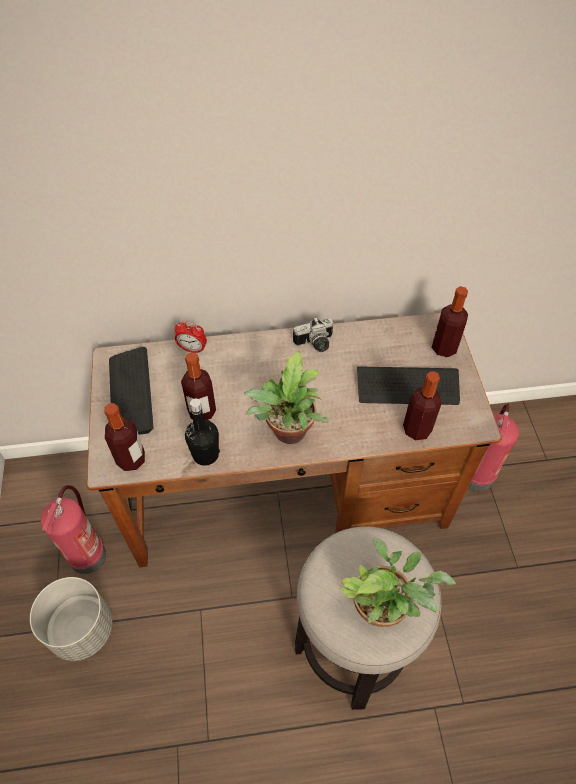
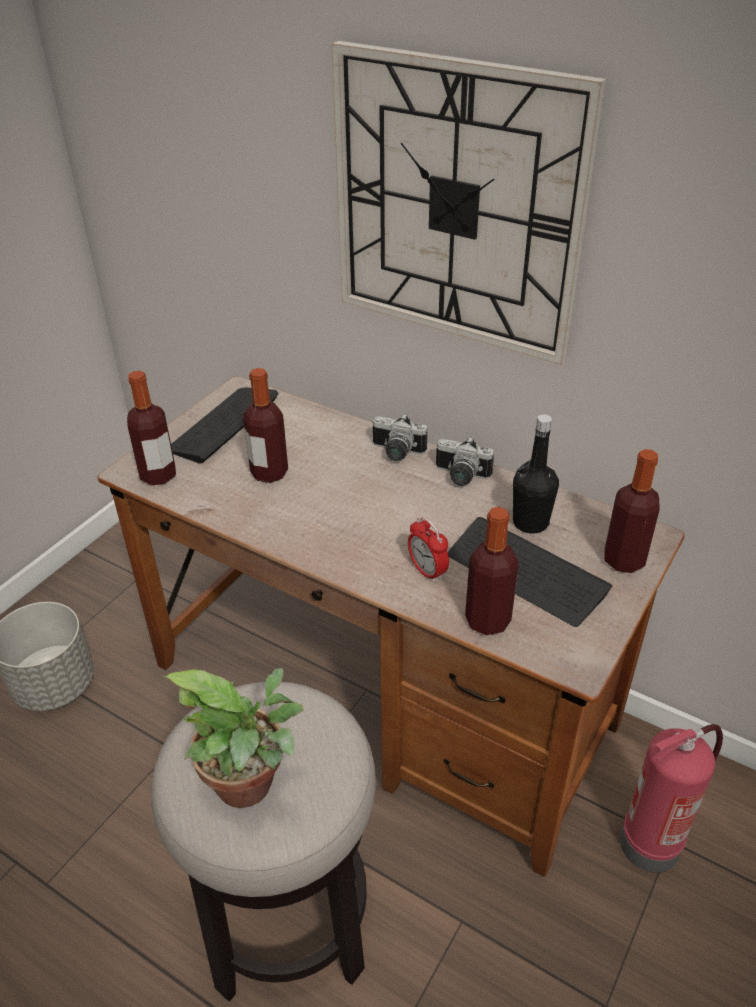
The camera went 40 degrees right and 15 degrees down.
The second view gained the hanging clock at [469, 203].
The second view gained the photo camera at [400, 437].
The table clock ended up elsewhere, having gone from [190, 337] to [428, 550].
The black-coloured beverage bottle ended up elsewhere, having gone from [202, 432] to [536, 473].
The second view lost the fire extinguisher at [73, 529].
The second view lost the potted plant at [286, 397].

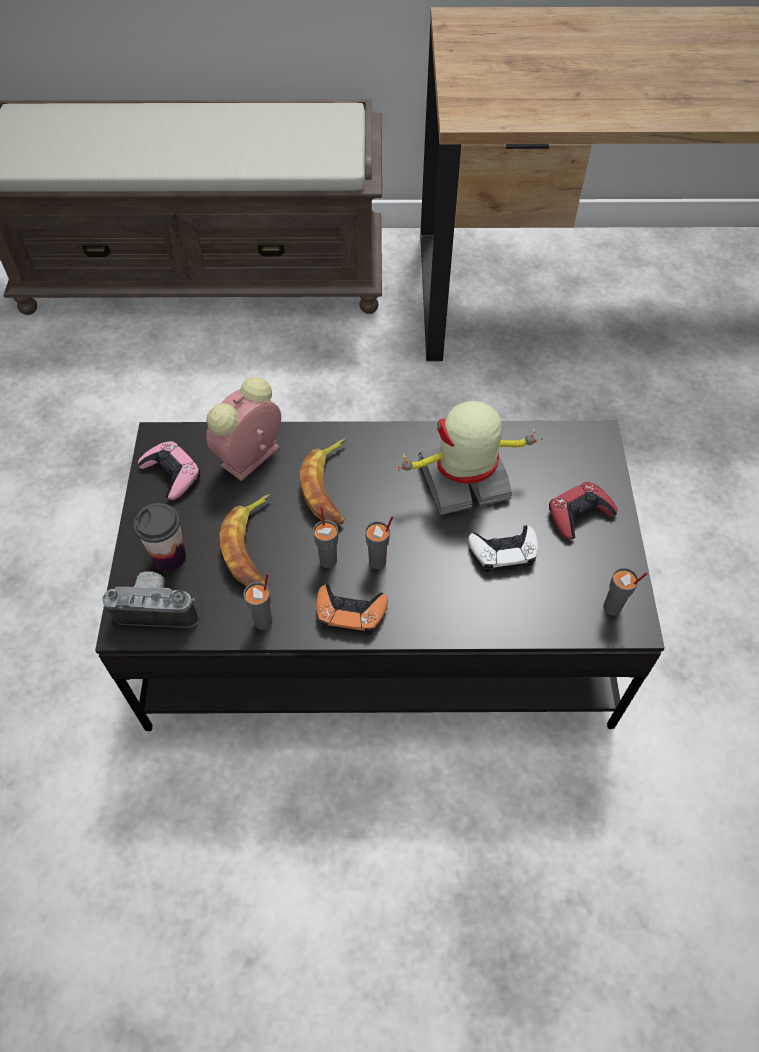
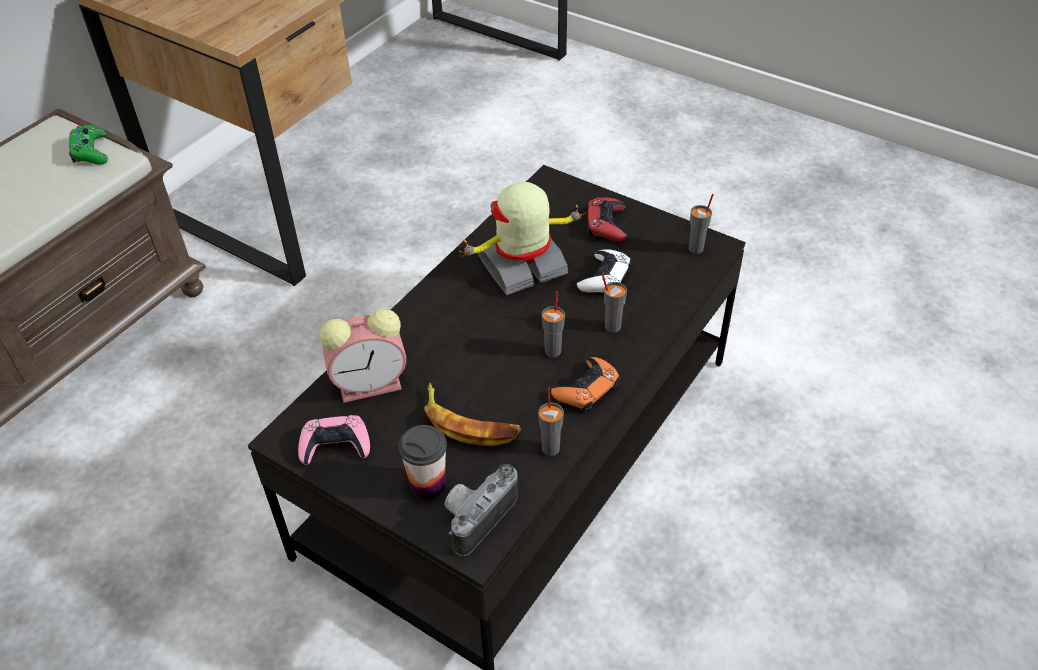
The camera went 55 degrees left and 10 degrees down.
The second view gained the green-coloured game controller at [88, 145].
The table clock at [243, 429] ended up facing another way, 90 degrees counterclockwise from before.
The toy robot at [469, 458] ended up facing another way, 45 degrees clockwise from before.
The greyish small cup ended up elsewhere, having gone from [325, 537] to [614, 303].
The second view lost the whole banana at [323, 482].

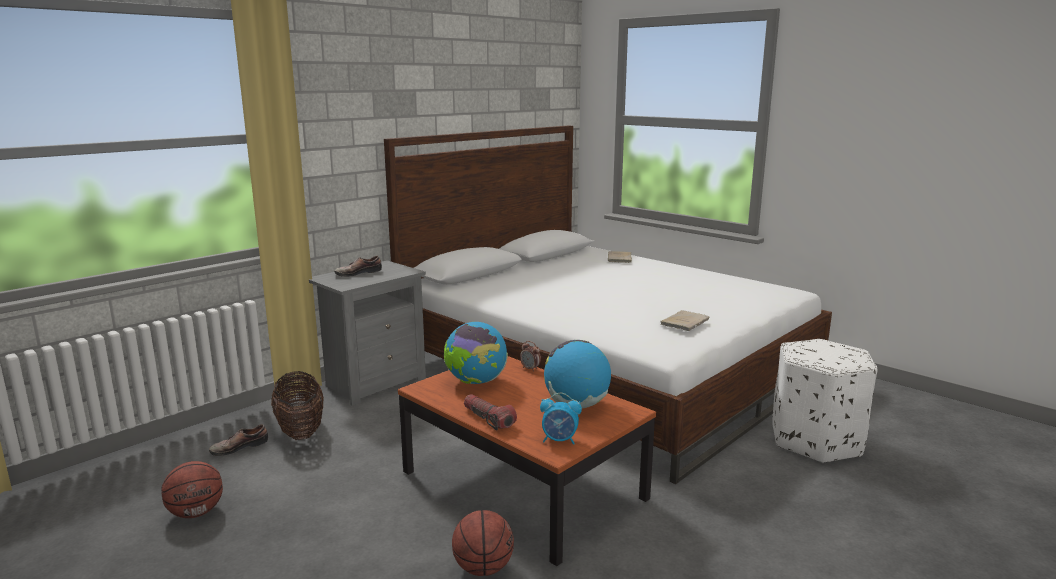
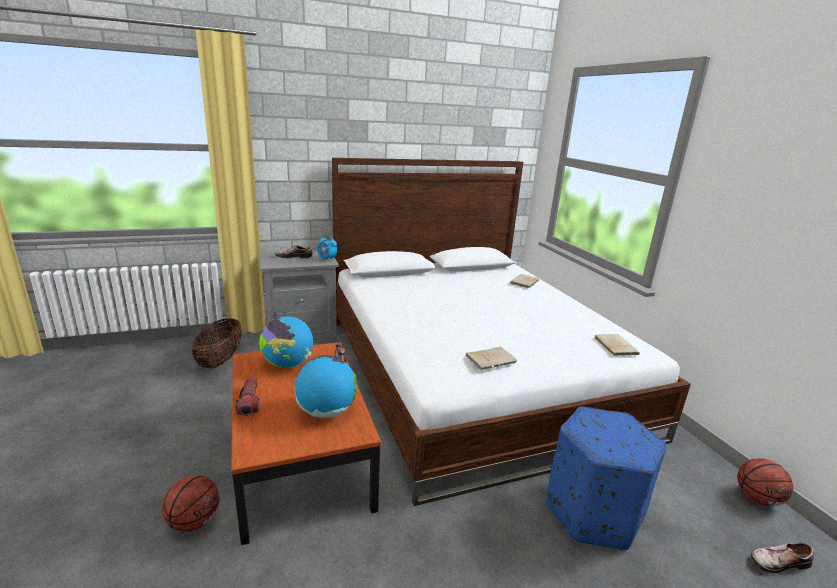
The camera went 25 degrees right and 5 degrees up.
The table clock ended up elsewhere, having gone from [561, 419] to [327, 248].
What was the whitish ottoman at [825, 401] turned into the blue ottoman at [606, 478].
The second view gained the beige-coloured bound book at [617, 345].
The basketball ball ended up elsewhere, having gone from [192, 489] to [765, 482].
The low shoe ended up elsewhere, having gone from [238, 440] to [782, 557].

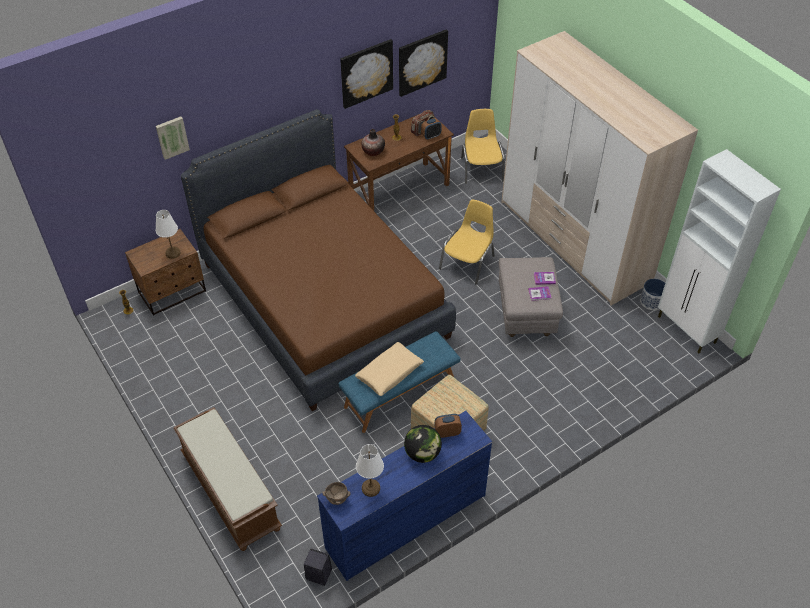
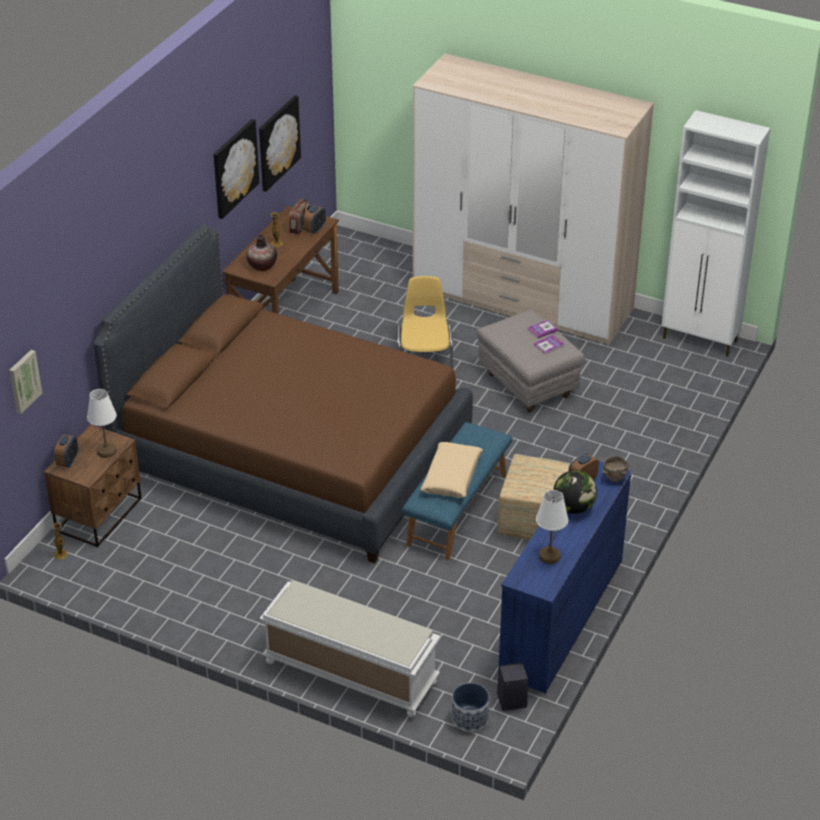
The camera went 30 degrees left and 10 degrees down.
The picture ended up elsewhere, having gone from [173, 138] to [25, 382].
The second view gained the table clock at [66, 451].
What was the brown-coloured bench at [227, 479] turned into the whitish bench at [350, 649].
The plant pot ended up elsewhere, having gone from [652, 294] to [470, 707].
The brown-coloured deep dish ended up elsewhere, having gone from [336, 493] to [615, 469].
The second view lost the yellow-coloured upright chair at [483, 146].

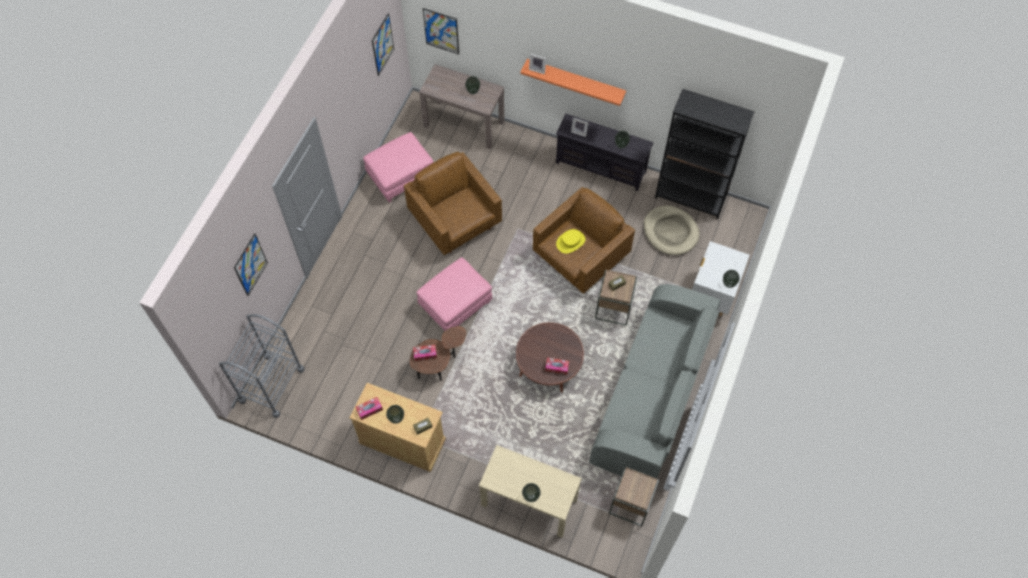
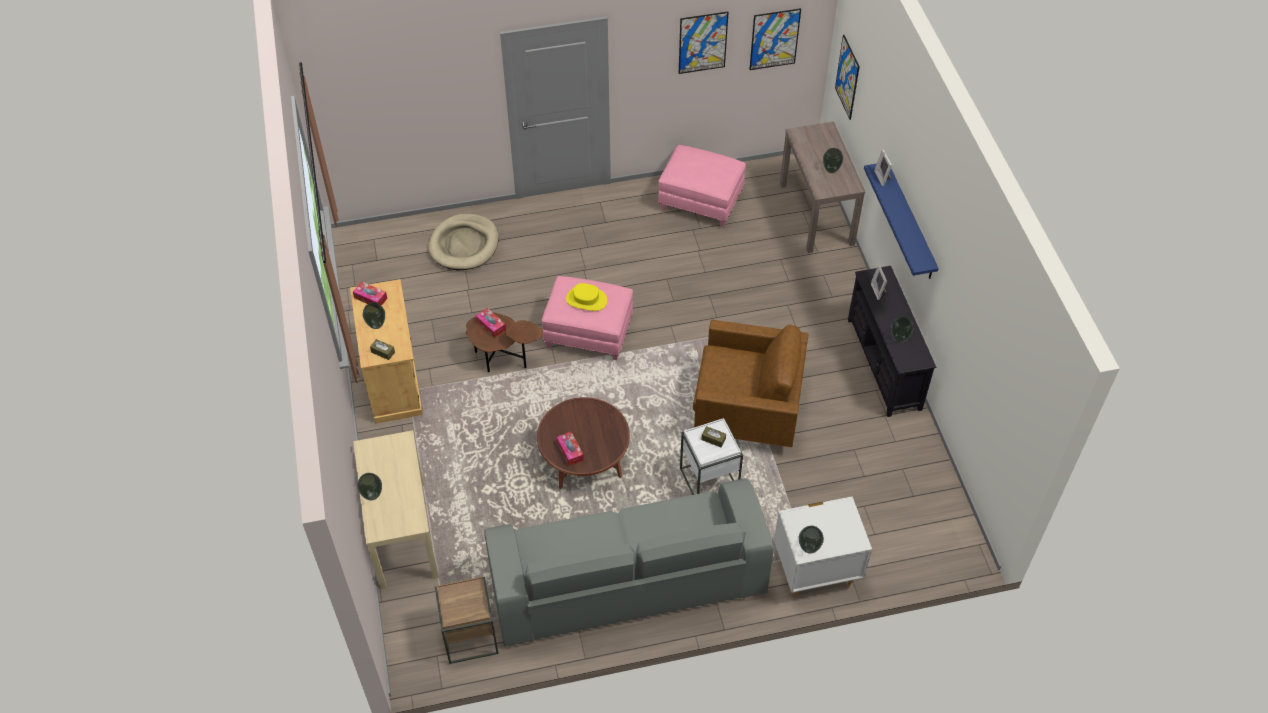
The camera went 55 degrees right and 10 degrees down.
The beige-coloured dog cushion ended up elsewhere, having gone from [671, 230] to [463, 242].
The yellow-coloured clothing hat ended up elsewhere, having gone from [571, 241] to [586, 297].
The picture ended up elsewhere, having gone from [251, 264] to [704, 43].
What was the brown-coloured end table at [616, 298] turned into the whitish end table at [711, 456].
What was the orangey shelf at [573, 82] turned into the blue shelf at [901, 221].
The second view lost the greyish wheeled cart at [262, 366].
The second view lost the brown-coloured easy chair at [453, 203].
The second view lost the black-coloured bookshelf at [705, 154].

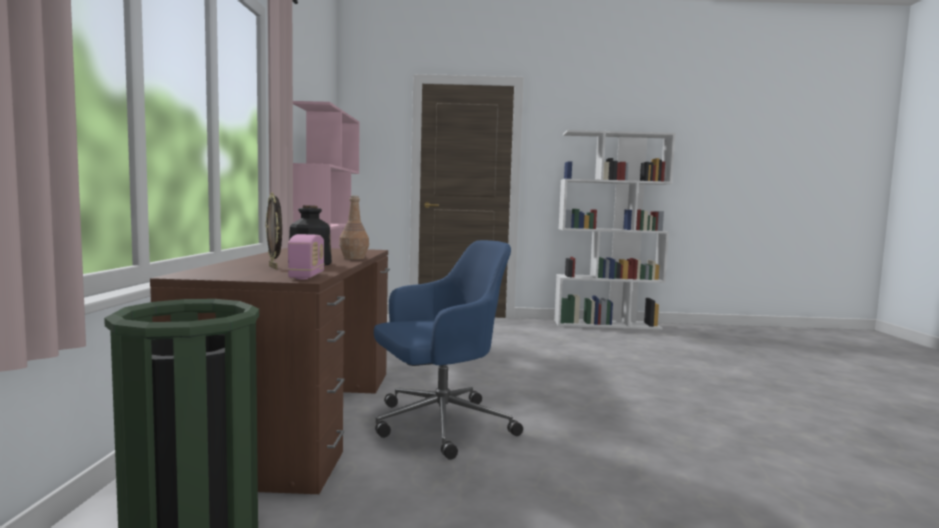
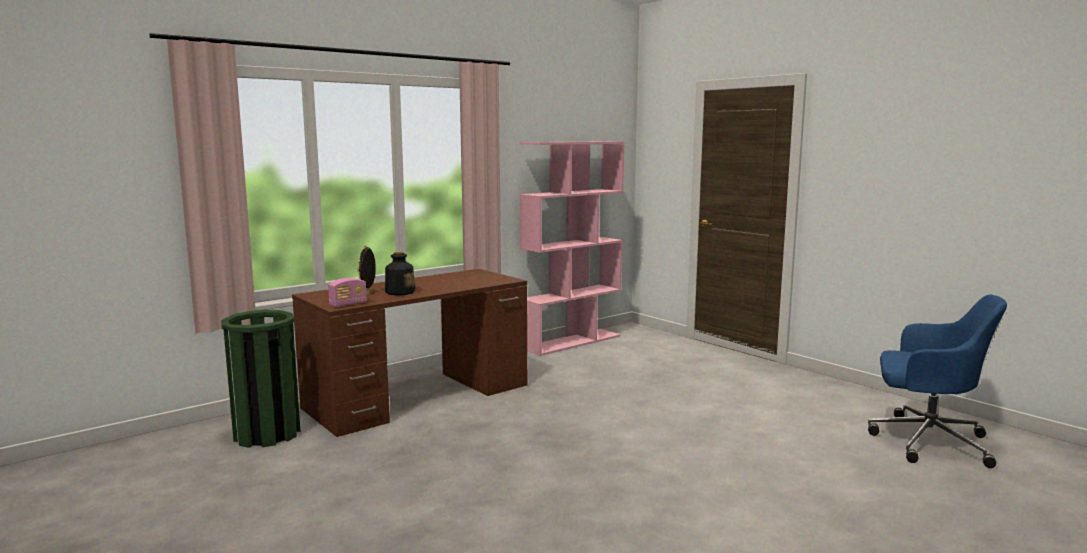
The camera went 50 degrees right and 5 degrees up.
The blue desk chair ended up elsewhere, having gone from [448, 350] to [937, 381].
The second view lost the brown-coloured beverage bottle at [354, 227].
The second view lost the whitish bookshelf at [615, 230].

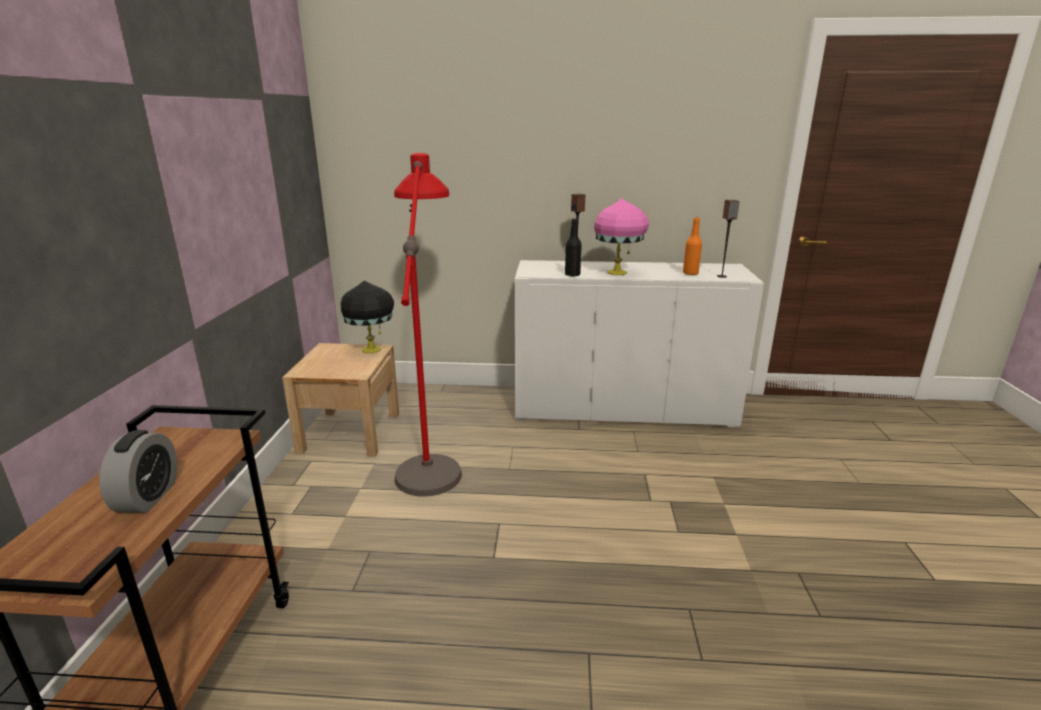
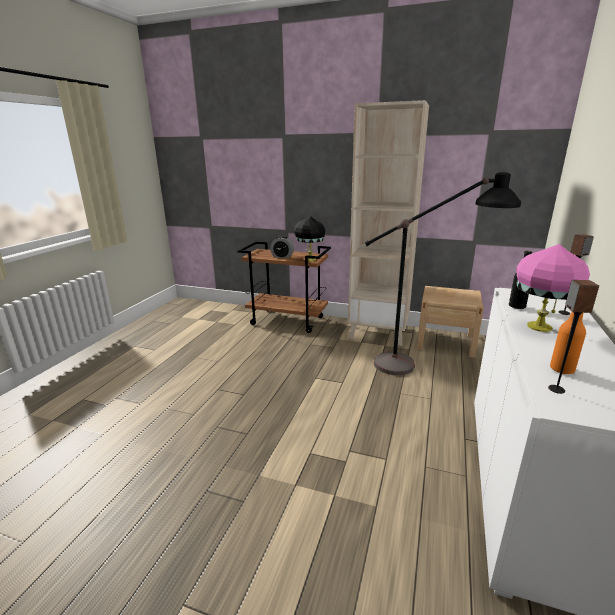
The camera went 105 degrees right and 0 degrees up.
The black-coloured lamp for a table ended up elsewhere, having gone from [367, 317] to [309, 238].
The second view gained the beige-coloured bookshelf at [388, 223].
What was the red standing lamp at [428, 325] turned into the black-coloured standing lamp at [443, 273].

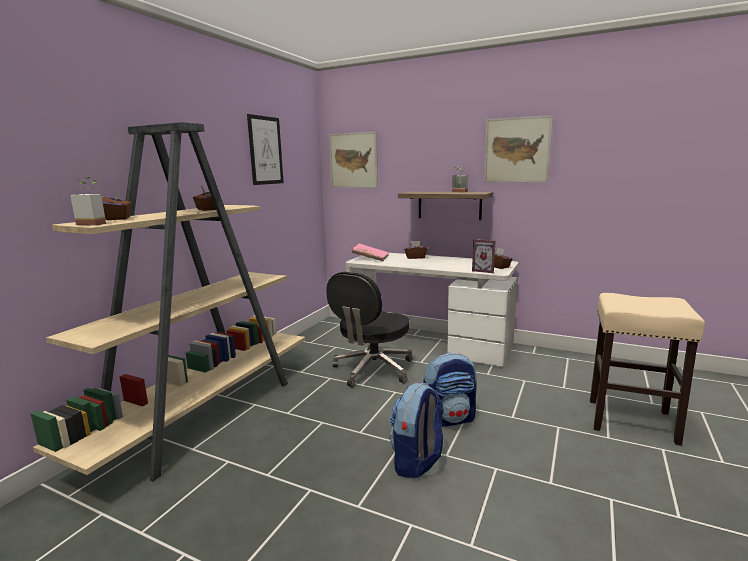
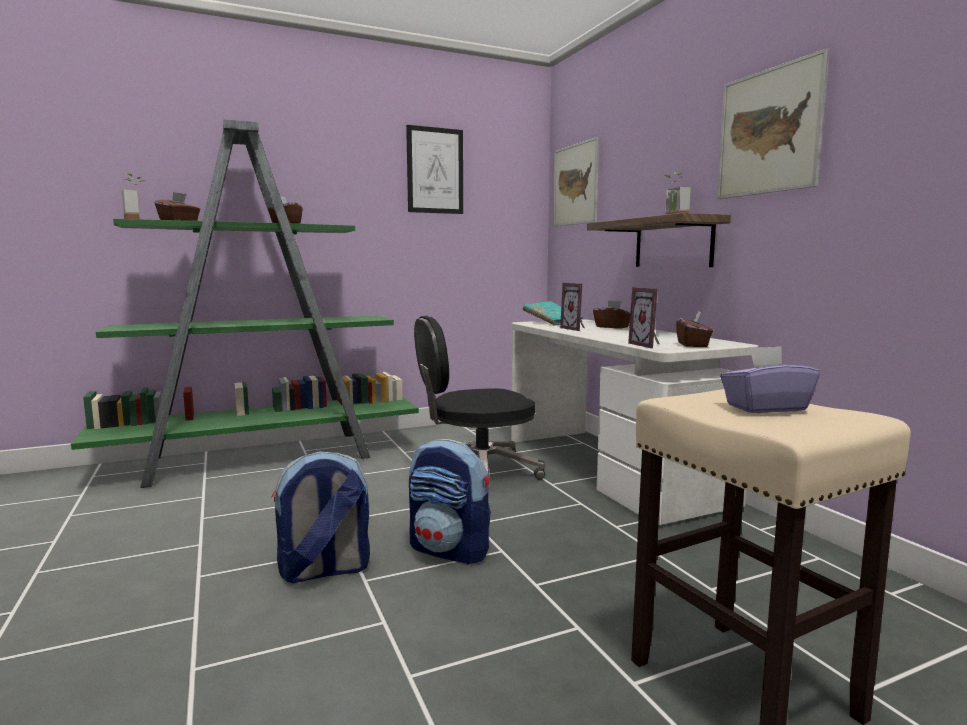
The camera went 40 degrees right and 5 degrees down.
What was the beige-coloured bookshelf at [168, 301] turned into the green-coloured bookshelf at [245, 303].
What was the pinkish bound book at [370, 252] turned into the blue-green bound book at [553, 313].
The second view gained the picture frame at [572, 307].
The second view gained the purple-coloured tissue holder at [770, 379].

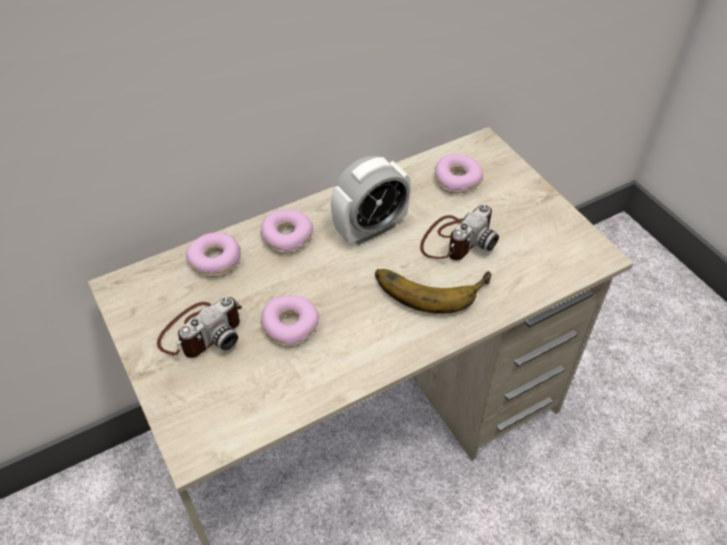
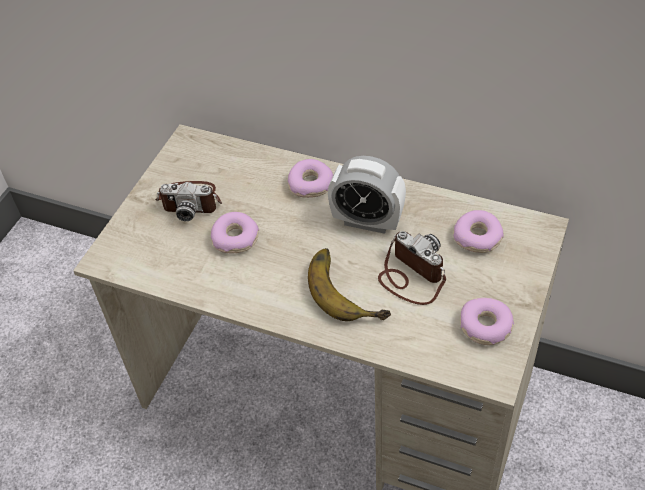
The camera went 55 degrees right and 0 degrees up.
The photo camera at [459, 232] ended up facing another way, 135 degrees counterclockwise from before.
The donut ended up elsewhere, having gone from [213, 254] to [487, 321].

